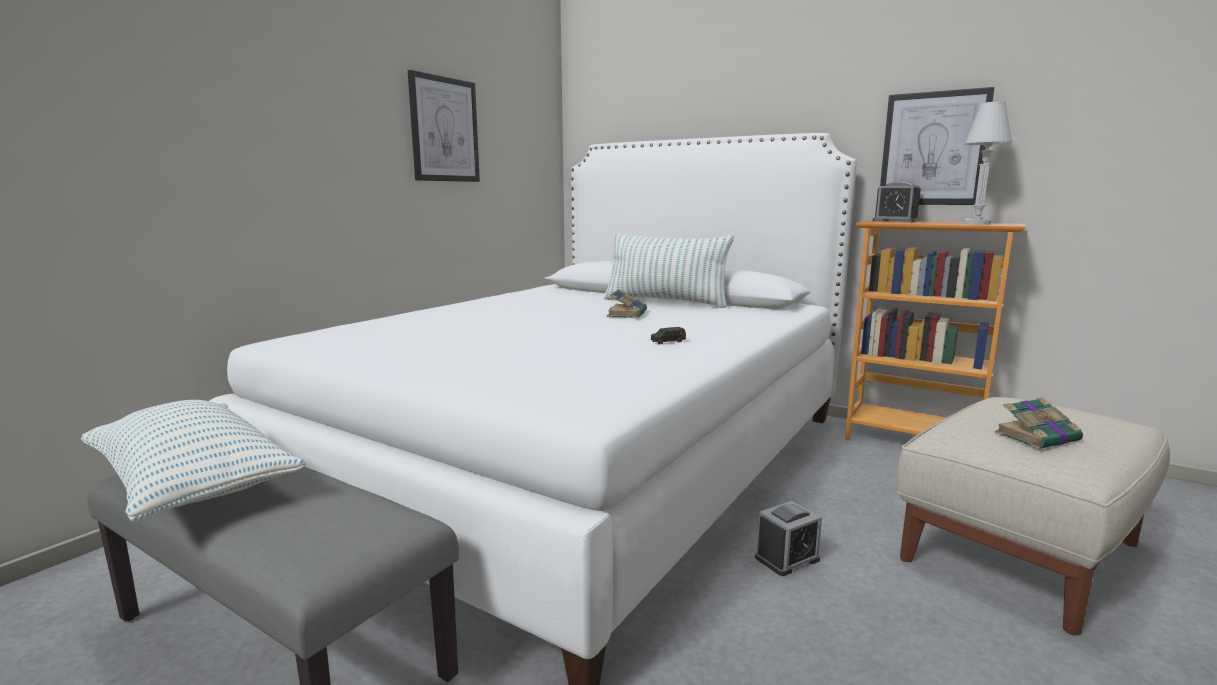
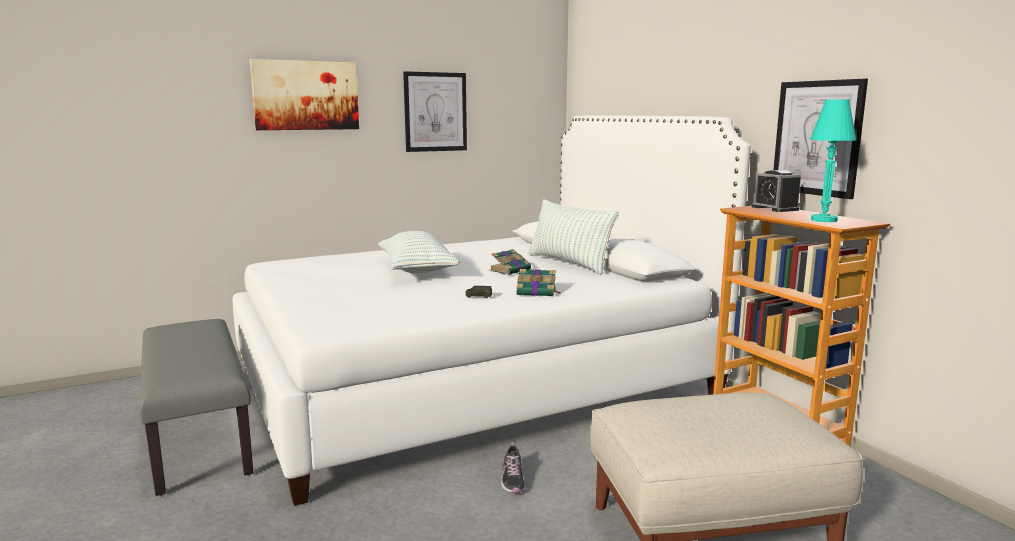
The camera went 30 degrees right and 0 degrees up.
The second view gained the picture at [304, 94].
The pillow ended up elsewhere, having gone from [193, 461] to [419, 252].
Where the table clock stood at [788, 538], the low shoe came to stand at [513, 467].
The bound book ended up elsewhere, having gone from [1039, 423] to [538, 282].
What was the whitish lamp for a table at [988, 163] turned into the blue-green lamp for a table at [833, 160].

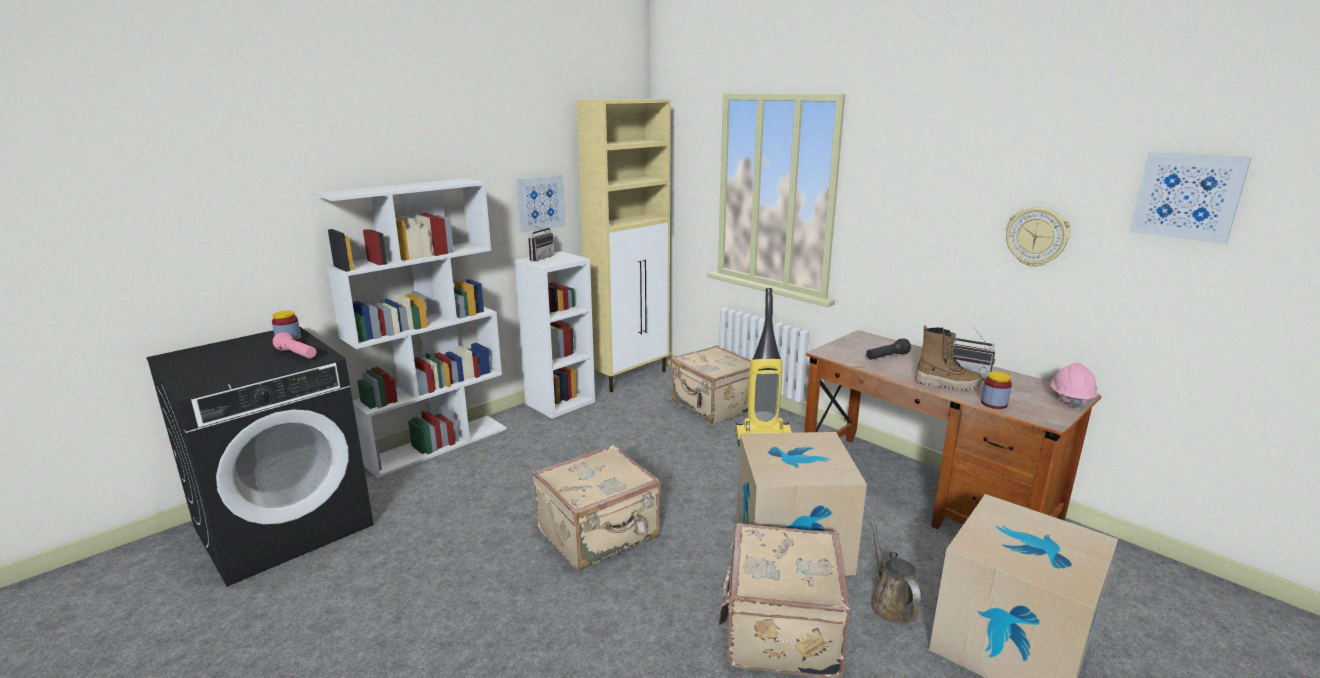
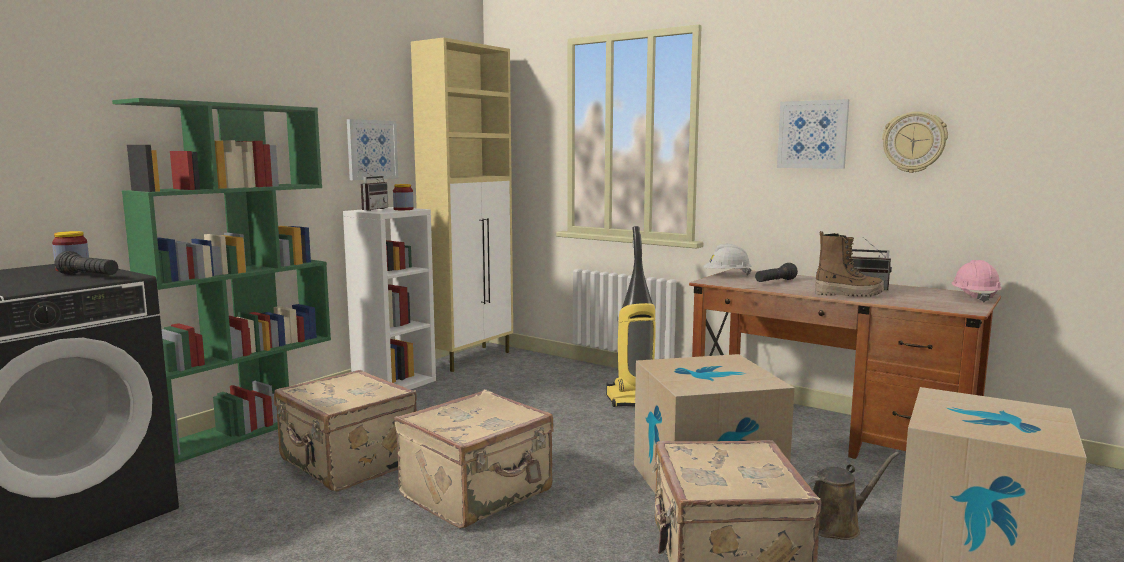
The camera went 10 degrees left and 10 degrees down.
What was the pinkish torch at [295, 345] turned into the black-coloured torch at [86, 263].
What was the whitish bookshelf at [410, 328] turned into the green-coloured bookshelf at [221, 281].
The beige-coloured travel case ended up elsewhere, having gone from [711, 384] to [345, 430].
The preserve jar ended up elsewhere, having gone from [996, 390] to [403, 197].
The second view gained the whitish safety helmet at [727, 259].
The picture ended up elsewhere, having gone from [1190, 198] to [813, 134].
The brown-coloured watering can at [895, 571] ended up facing another way, 90 degrees clockwise from before.

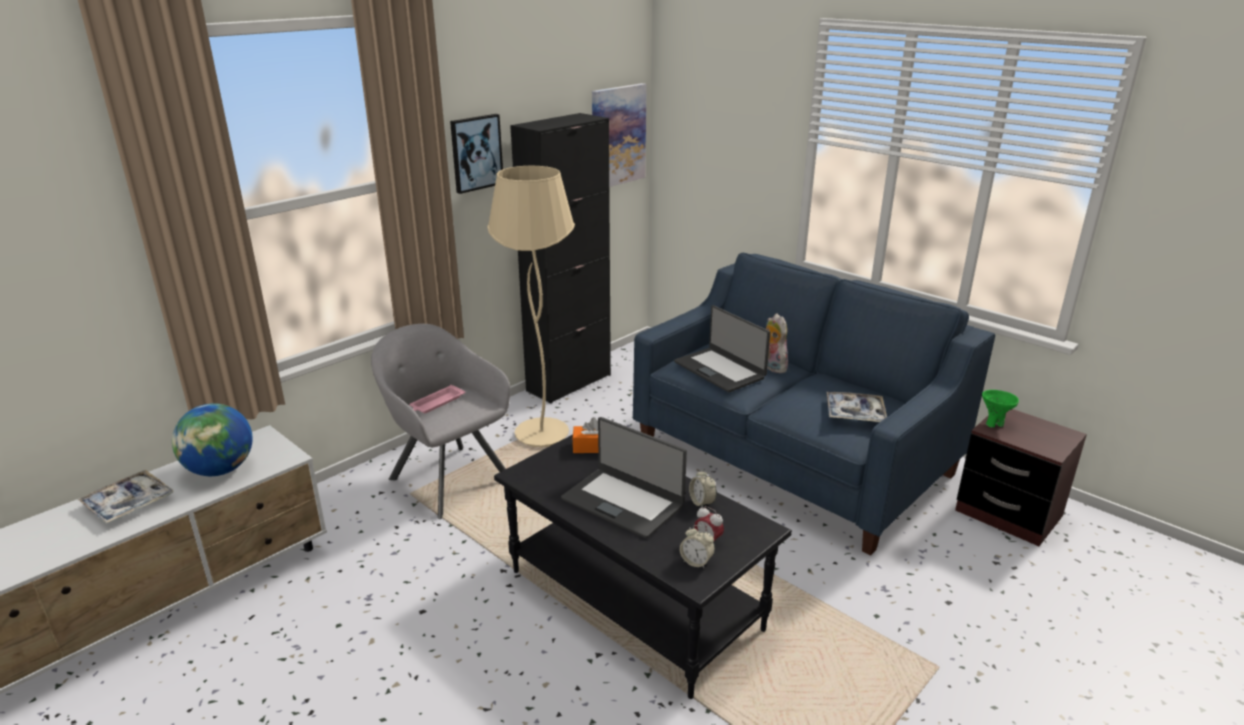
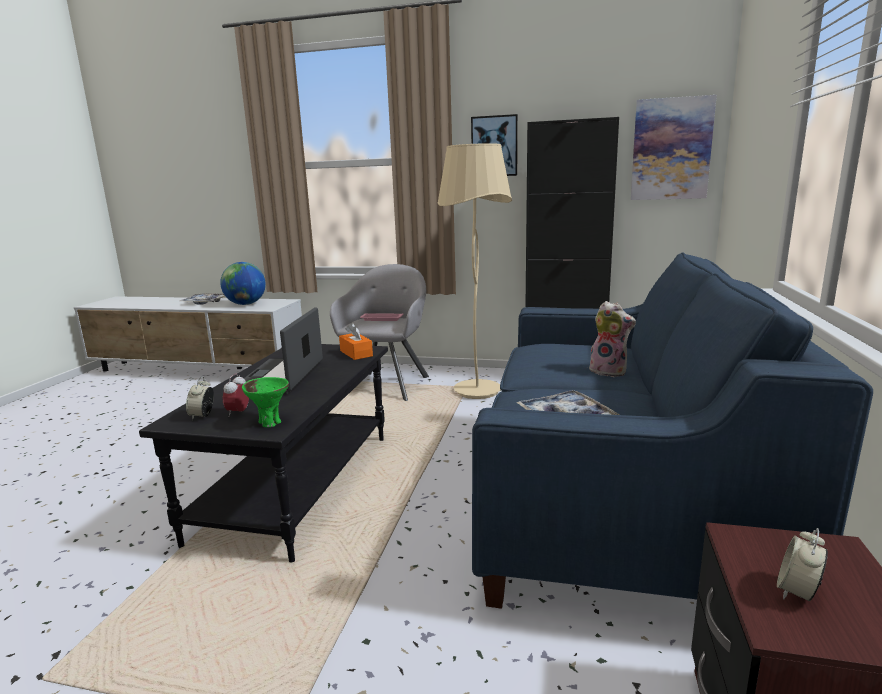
The camera went 60 degrees right and 10 degrees down.
The green-coloured deep dish ended up elsewhere, having gone from [1000, 409] to [265, 402].
The cuddly toy at [777, 343] ended up facing another way, 90 degrees clockwise from before.
The table clock ended up elsewhere, having gone from [703, 488] to [802, 564].
The second view lost the portable computer at [722, 348].

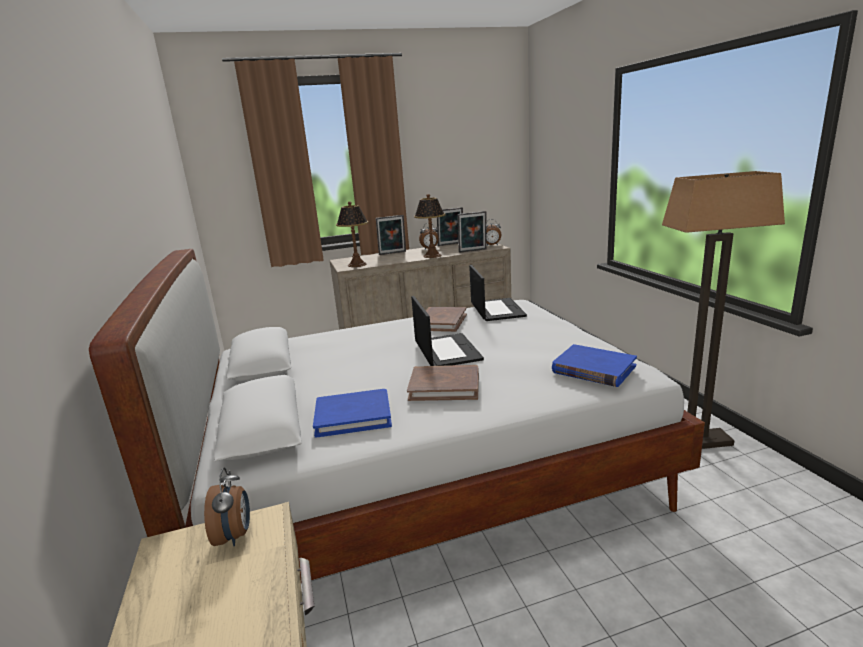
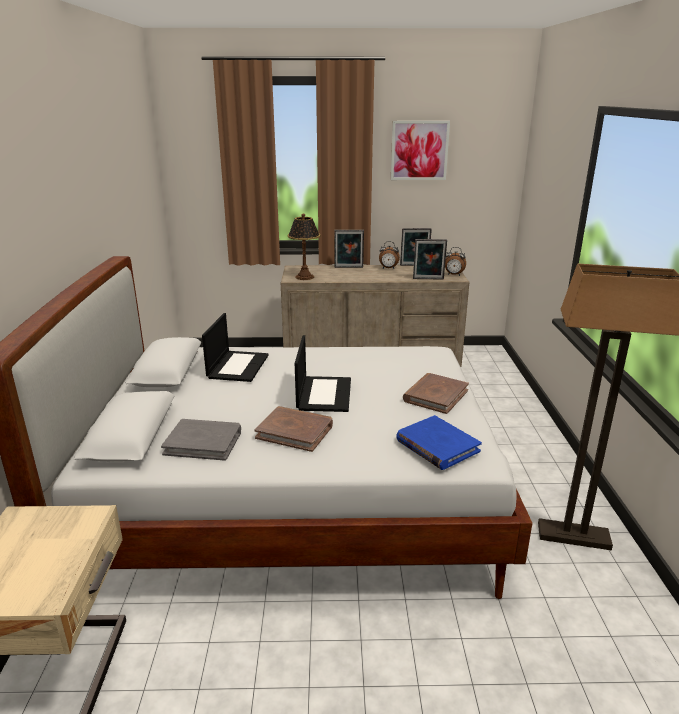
The camera went 15 degrees right and 5 degrees up.
What was the blue bound book at [352, 413] turned into the greyish bound book at [201, 440].
The portable computer ended up elsewhere, having gone from [498, 293] to [235, 347].
The second view gained the picture at [420, 150].
The brown-coloured bound book ended up elsewhere, having gone from [446, 319] to [436, 393].
The second view lost the table clock at [227, 506].
The second view lost the lamp for a table at [430, 226].

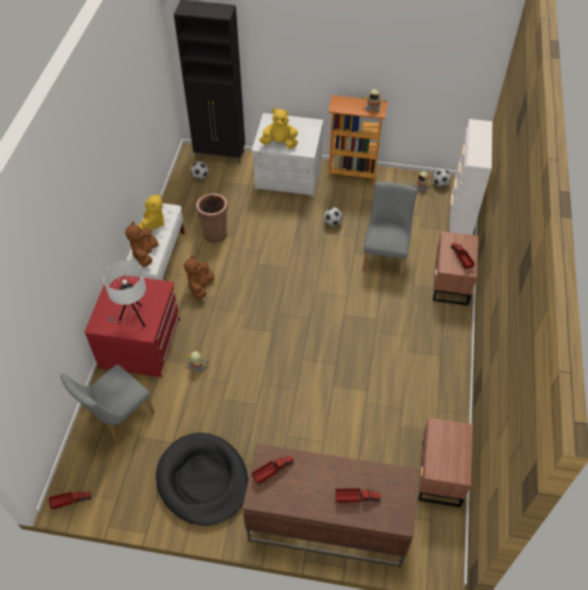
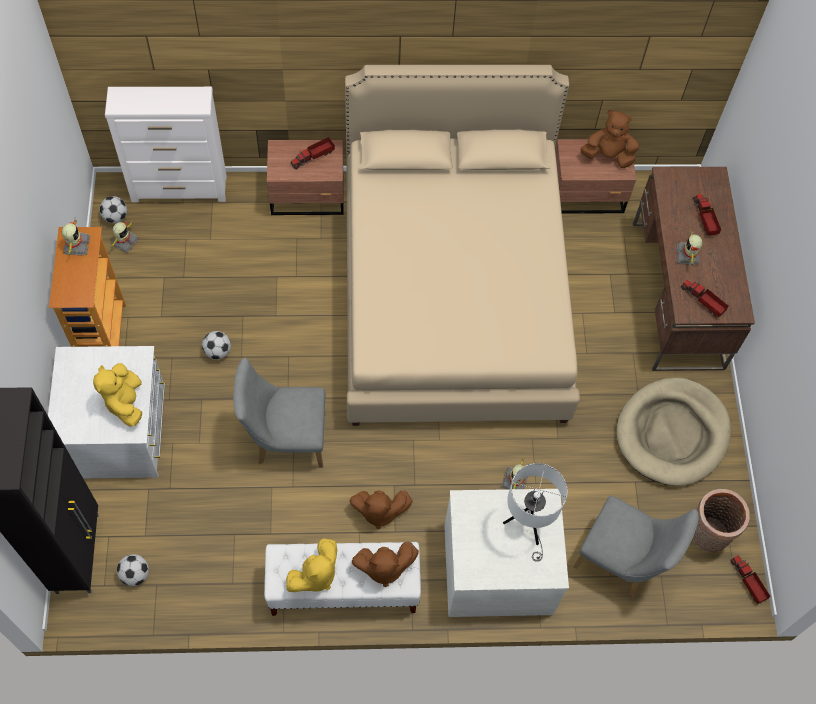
The camera went 105 degrees left and 10 degrees up.
The greyish upright chair ended up elsewhere, having gone from [390, 229] to [279, 413].
The yellow-coloured cuddly toy at [151, 212] ended up facing another way, 135 degrees clockwise from before.
The second view gained the beige-coloured sleeping bed at [462, 245].
What was the red drawer chest at [132, 326] turned into the whitish drawer chest at [507, 553].
The second view gained the brown-coloured cuddly toy at [609, 138].
What was the black-coloured dog cushion at [202, 479] turned into the beige-coloured dog cushion at [673, 431].
The second view gained the toy robot at [689, 247].
The household basket ended up elsewhere, having gone from [212, 218] to [721, 521].

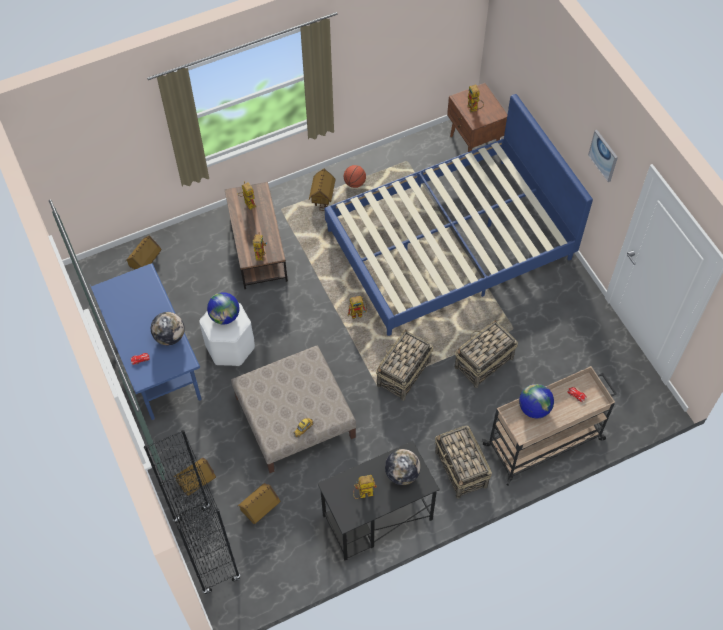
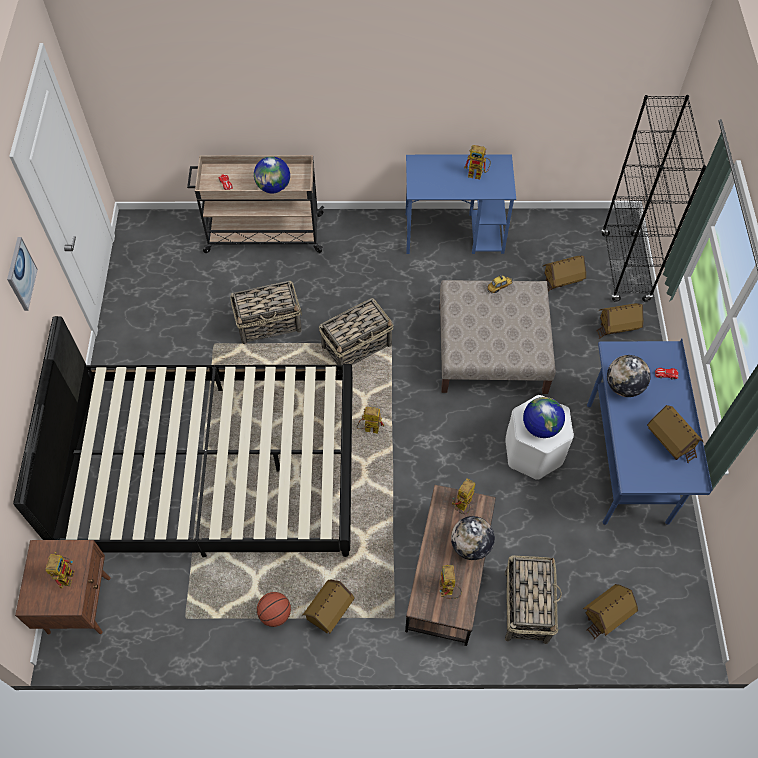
The camera went 155 degrees left and 0 degrees up.
What was the blue sleeping bed at [459, 215] turned into the black-coloured sleeping bed at [183, 436].
What was the black-coloured desk unit at [379, 501] turned into the blue desk unit at [461, 204].
The globe ended up elsewhere, having gone from [403, 467] to [473, 538].
The household basket ended up elsewhere, having gone from [463, 462] to [533, 599].
The second view gained the toy house at [675, 434].

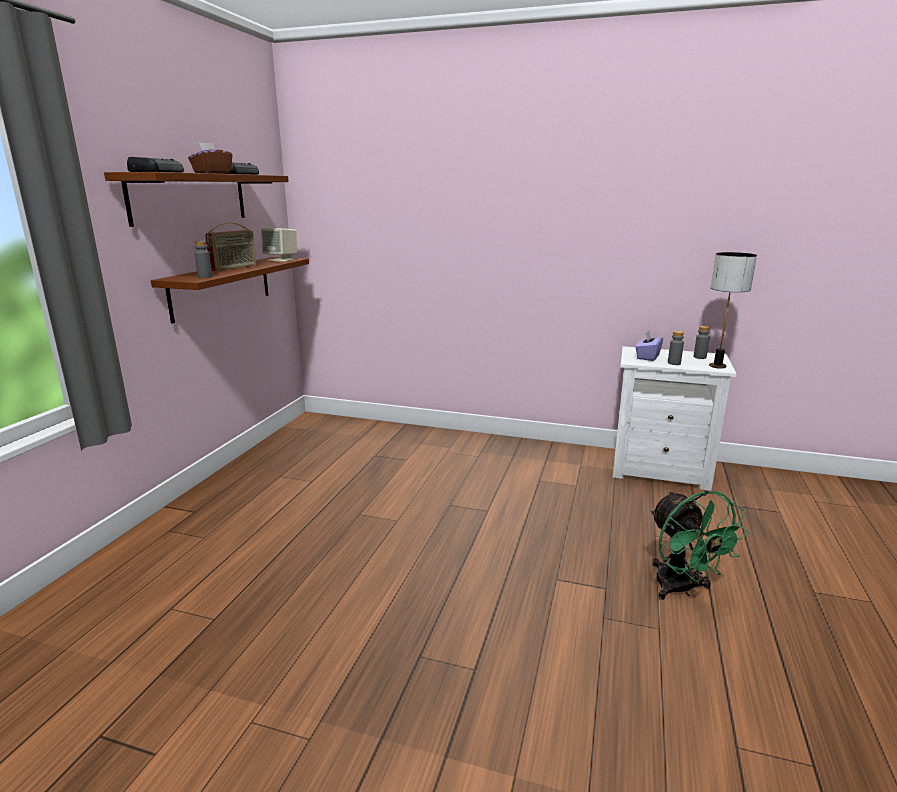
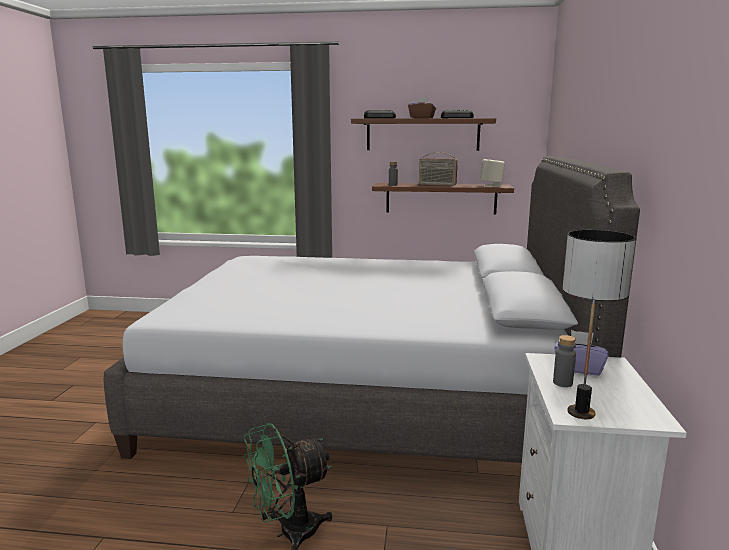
The camera went 80 degrees right and 5 degrees down.
The second view gained the greyish sleeping bed at [372, 309].
The second view lost the greyish beverage bottle at [702, 342].

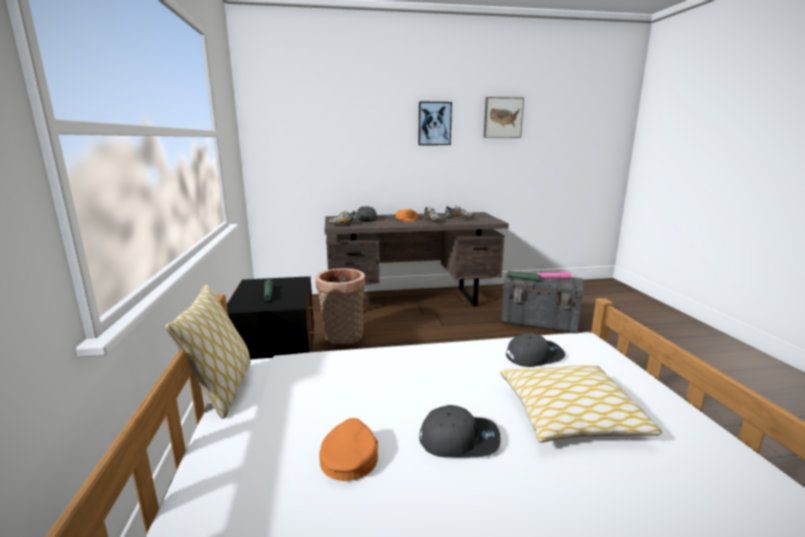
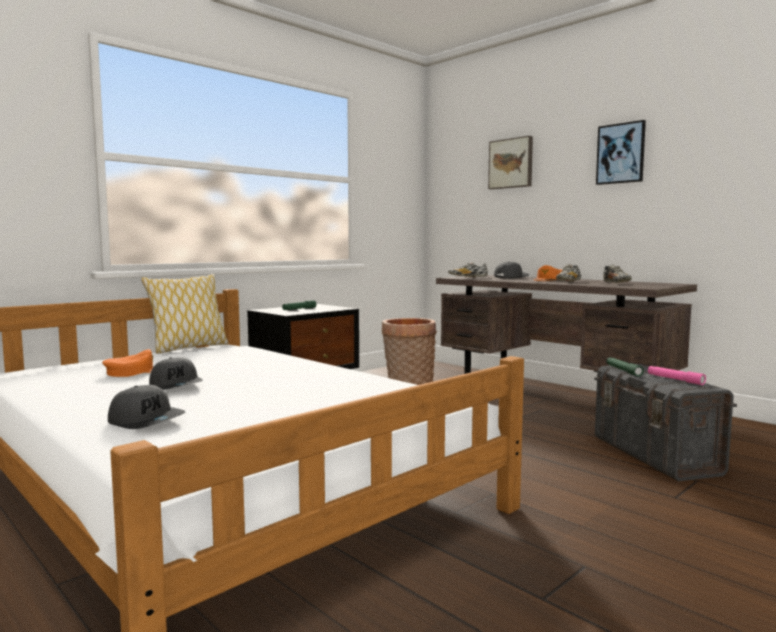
The camera went 55 degrees right and 10 degrees down.
The greyish baseball cap ended up elsewhere, having gone from [535, 350] to [147, 407].
The picture ended up elsewhere, having gone from [503, 117] to [510, 162].
The second view lost the pillow at [581, 404].

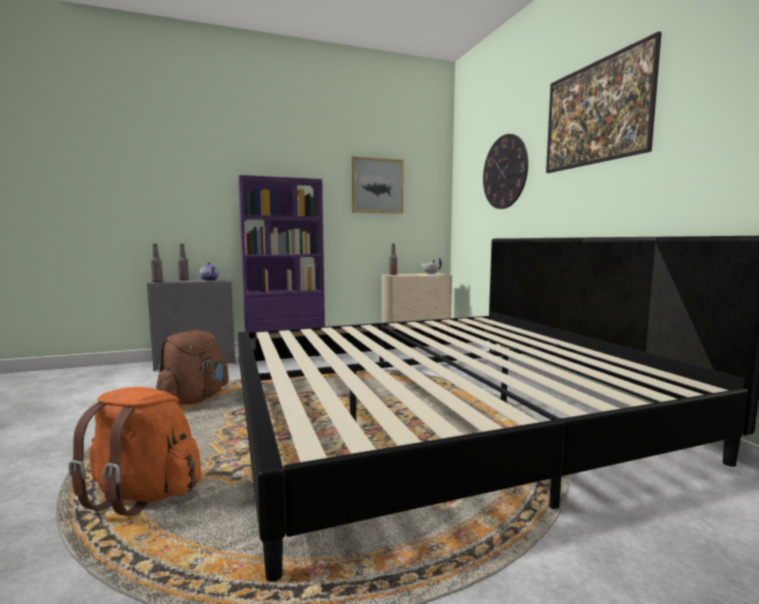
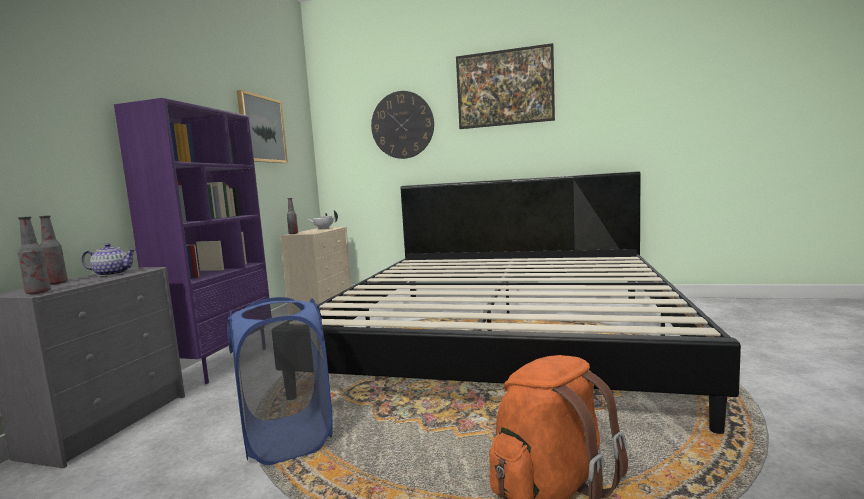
The camera went 55 degrees left and 0 degrees up.
Where the brown-coloured knapsack stood at [192, 367], the blue washing basket came to stand at [279, 381].

